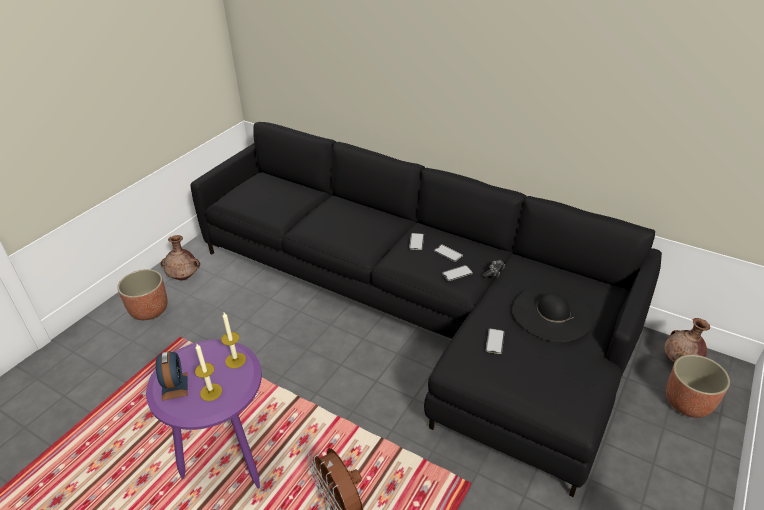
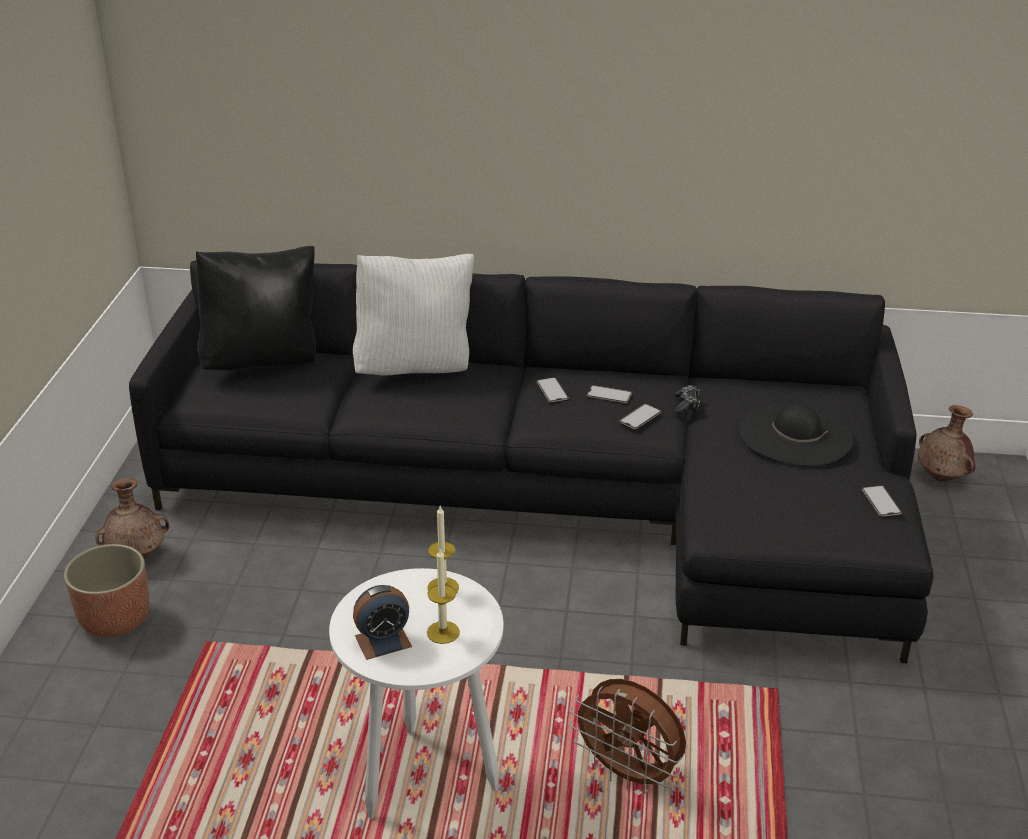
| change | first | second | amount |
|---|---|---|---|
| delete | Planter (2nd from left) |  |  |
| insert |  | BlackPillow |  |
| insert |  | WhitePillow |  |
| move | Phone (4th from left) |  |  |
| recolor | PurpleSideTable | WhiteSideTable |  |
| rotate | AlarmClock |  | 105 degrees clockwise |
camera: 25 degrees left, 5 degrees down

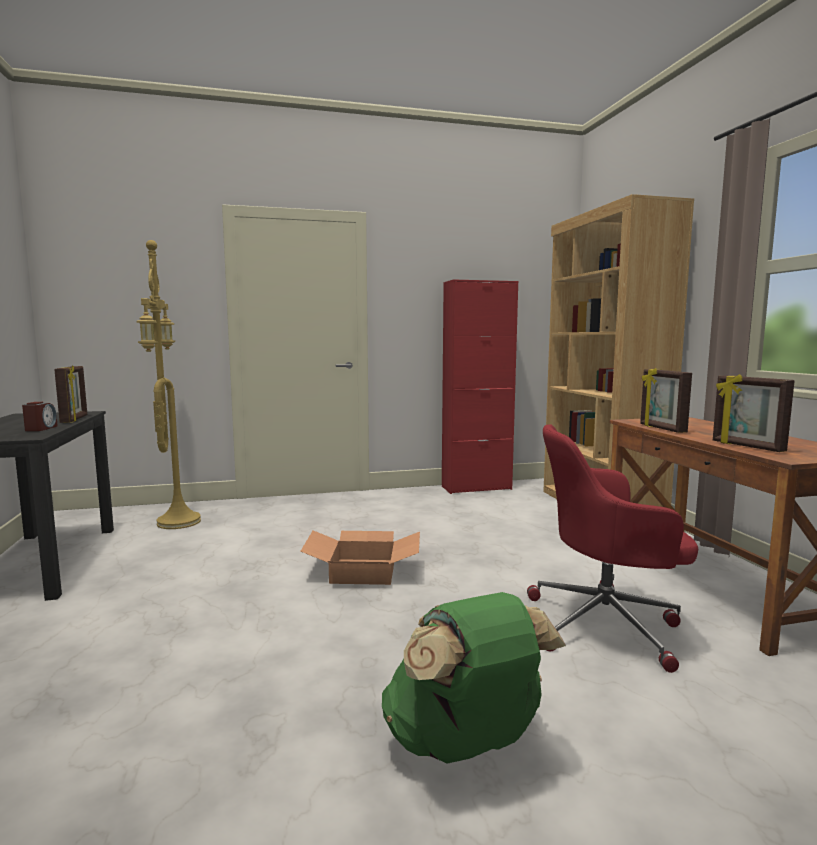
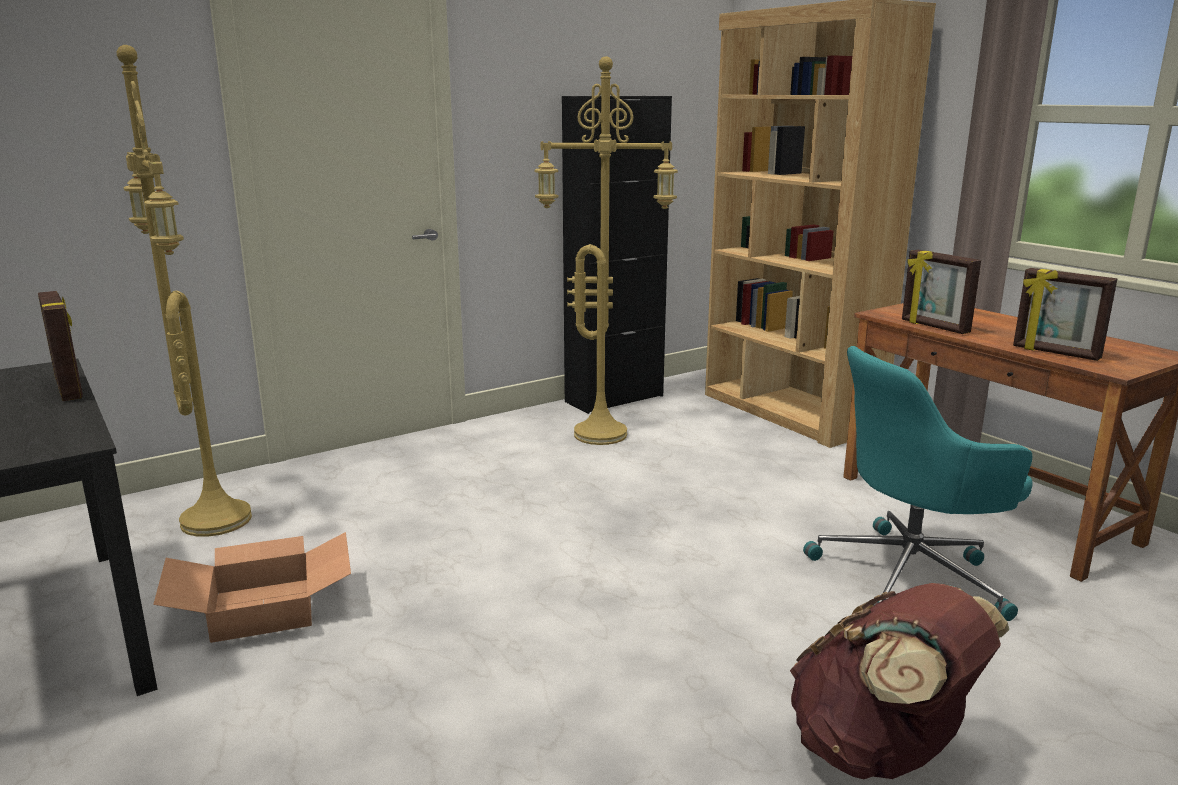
| change | first | second | amount |
|---|---|---|---|
| delete | AlarmClock |  |  |
| insert |  | YellowFloorLamp (2nd from left) |  |
| move | CardboardBox |  |  |
| recolor | GreenBackpack | BrownBackpack |  |
| recolor | RedCabinet | BlackCabinet |  |
| recolor | RedOfficeChair | TurquoiseOfficeChair |  |
camera: 20 degrees left, 10 degrees up

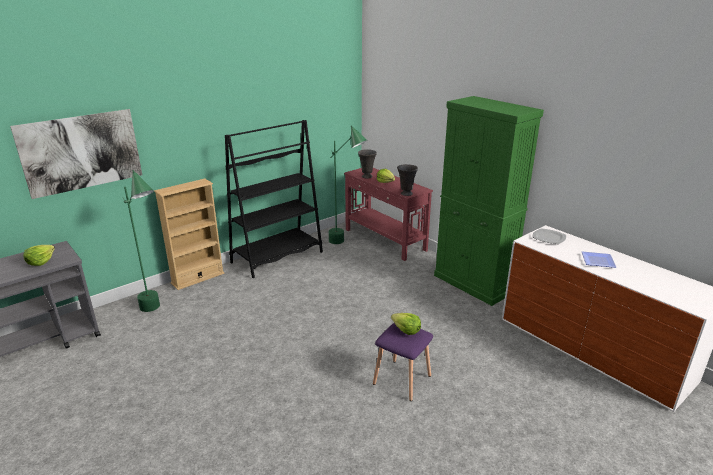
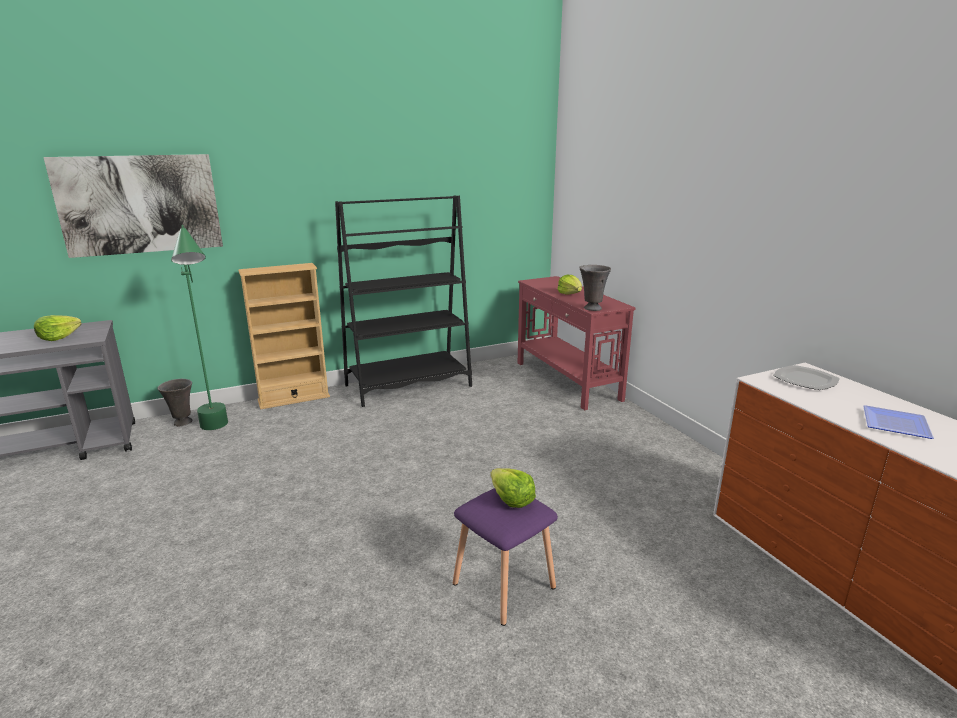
| change | first | second | amount |
|---|---|---|---|
| delete | GreenFloorLamp (2nd from left) |  |  |
| delete | GreenCabinet |  |  |
| move | GreyVase (1st from left) |  |  |
camera: 15 degrees right, 5 degrees down

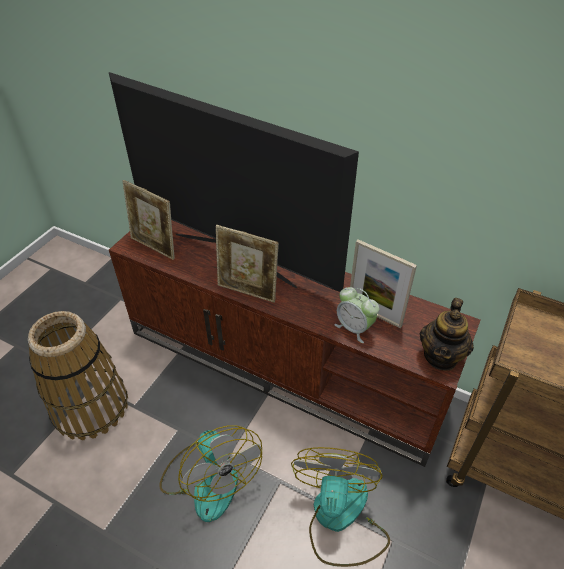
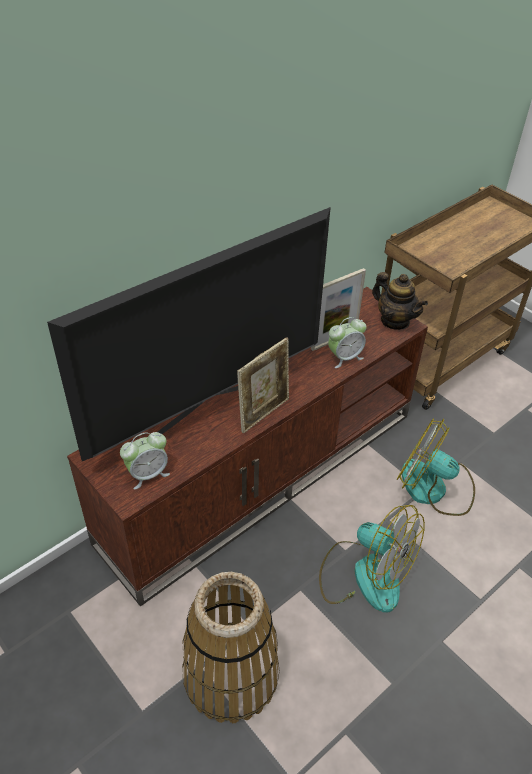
| change | first | second | amount |
|---|---|---|---|
| replace | PictureFrame (1st from left) | AlarmClock (1st from left) |  |
| rotate | Fan (1st from left) |  | 45 degrees clockwise |
camera: 70 degrees left, 0 degrees up

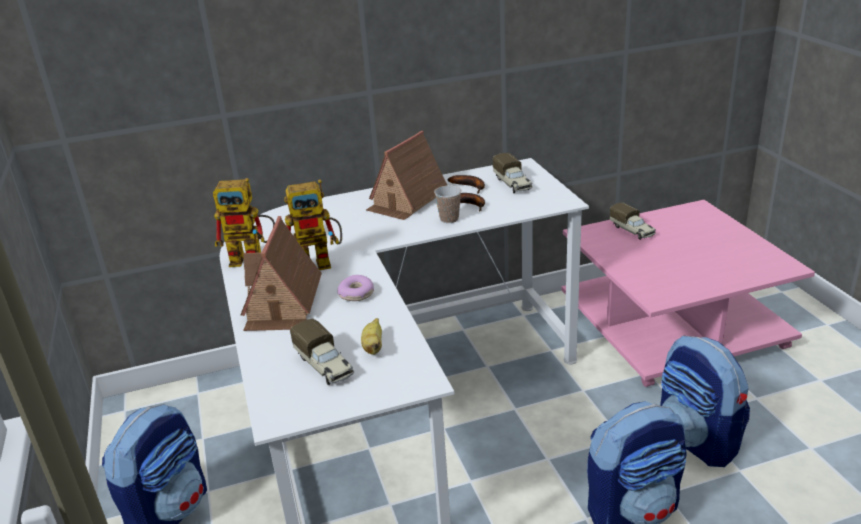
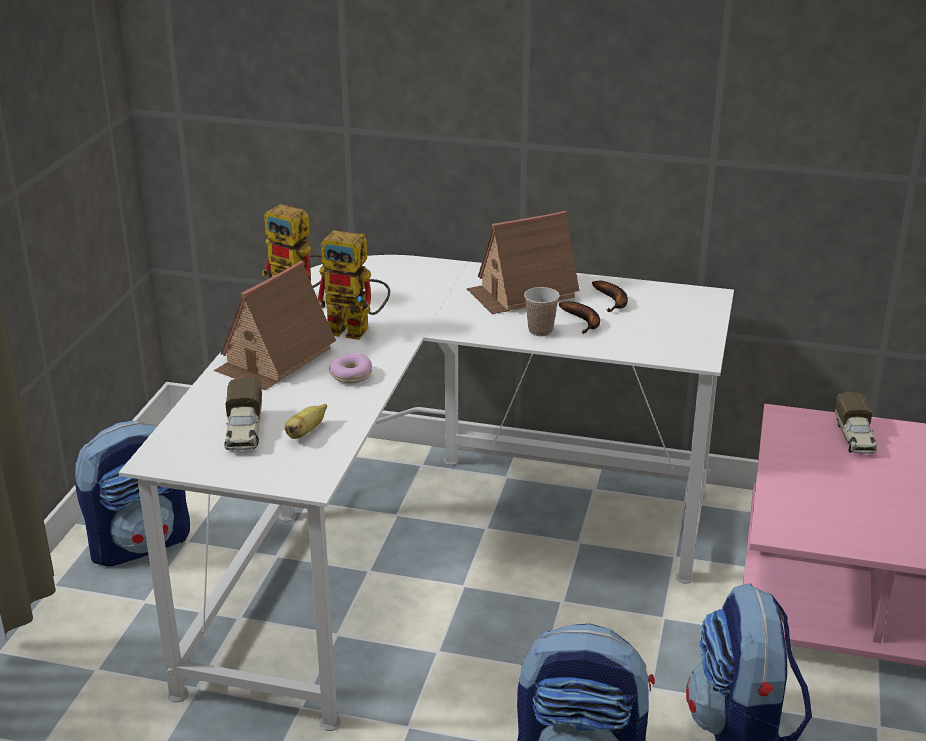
| change | first | second | amount |
|---|---|---|---|
| delete | ToyTruck (2nd from left) |  |  |
camera: 30 degrees right, 0 degrees up

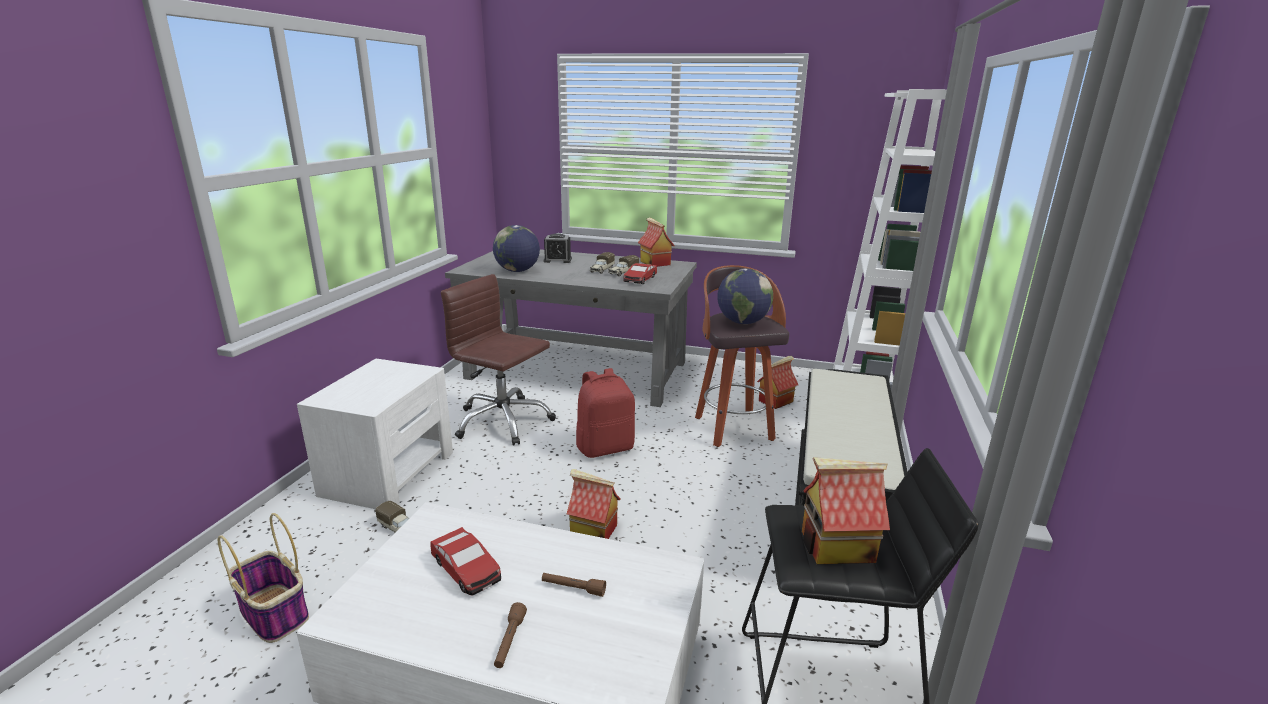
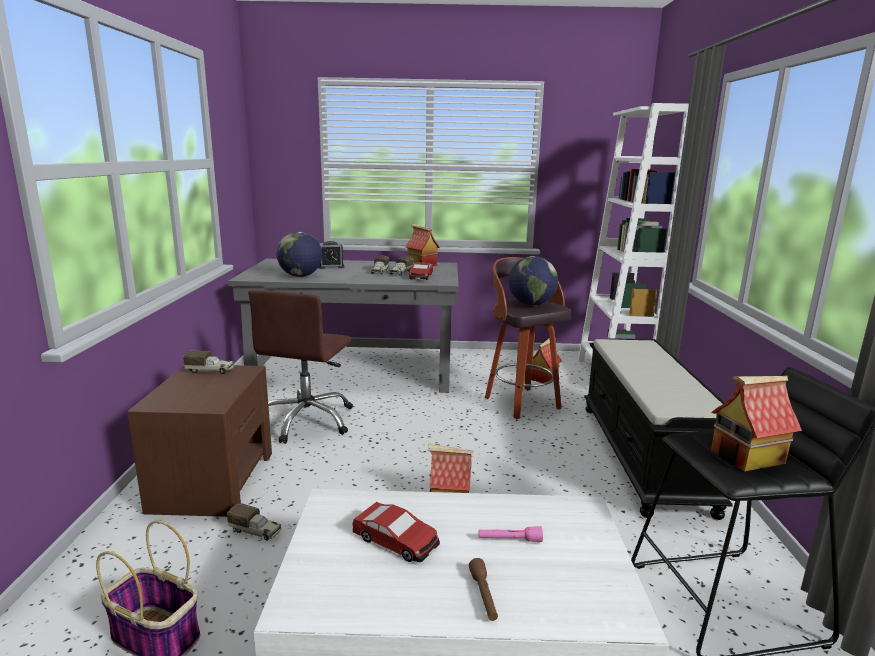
| change | first | second | amount |
|---|---|---|---|
| delete | RedBackpack |  |  |
| insert |  | ToyTruck (1st from left) |  |
| recolor | WhiteNightstand | BrownNightstand |  |
| recolor | BrownFlashlight (2nd from left) | PinkFlashlight |  |
| rotate | BrownOfficeChair |  | 90 degrees counterclockwise |
camera: 15 degrees left, 5 degrees down

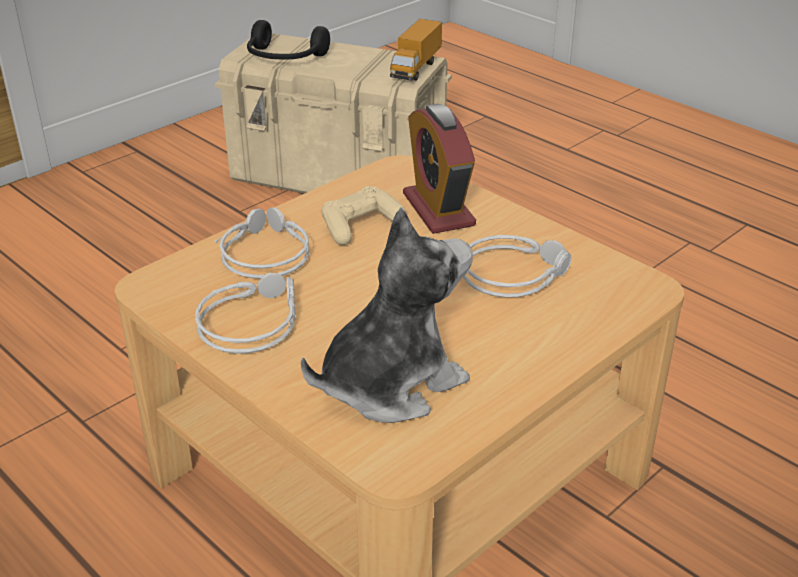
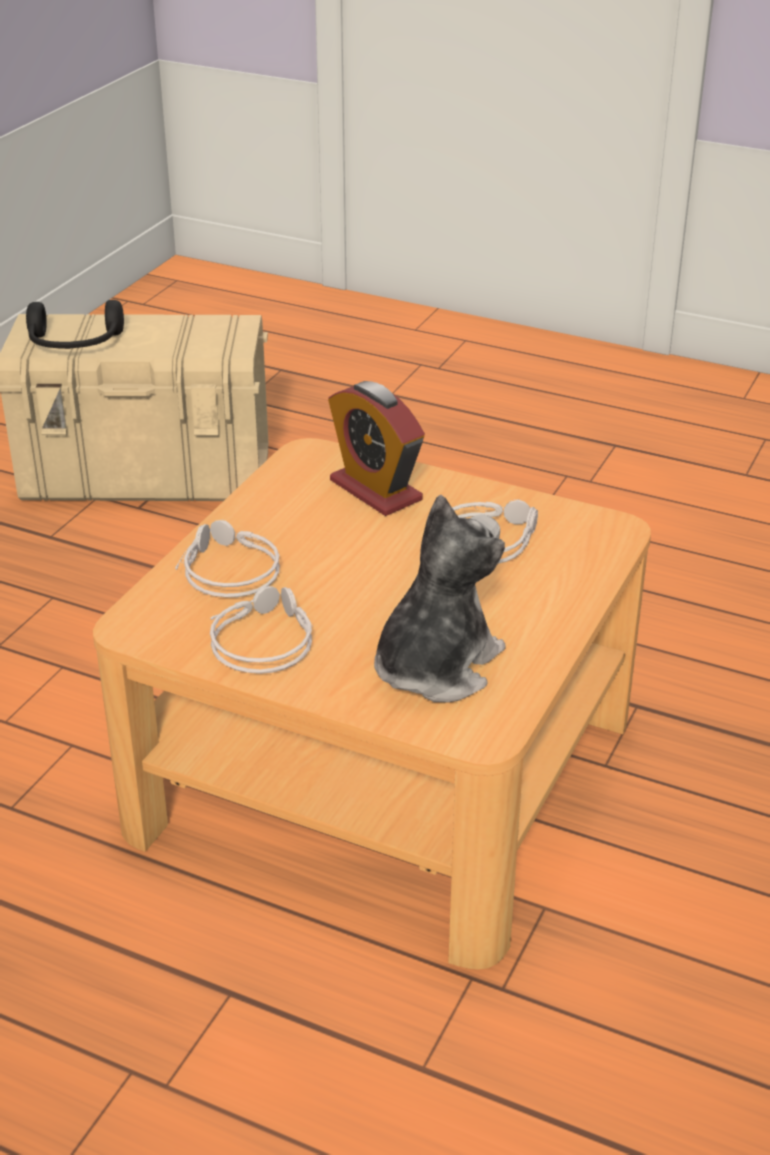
| change | first | second | amount |
|---|---|---|---|
| delete | BeigeGameController |  |  |
| delete | ToyTruck |  |  |
camera: 20 degrees left, 0 degrees up

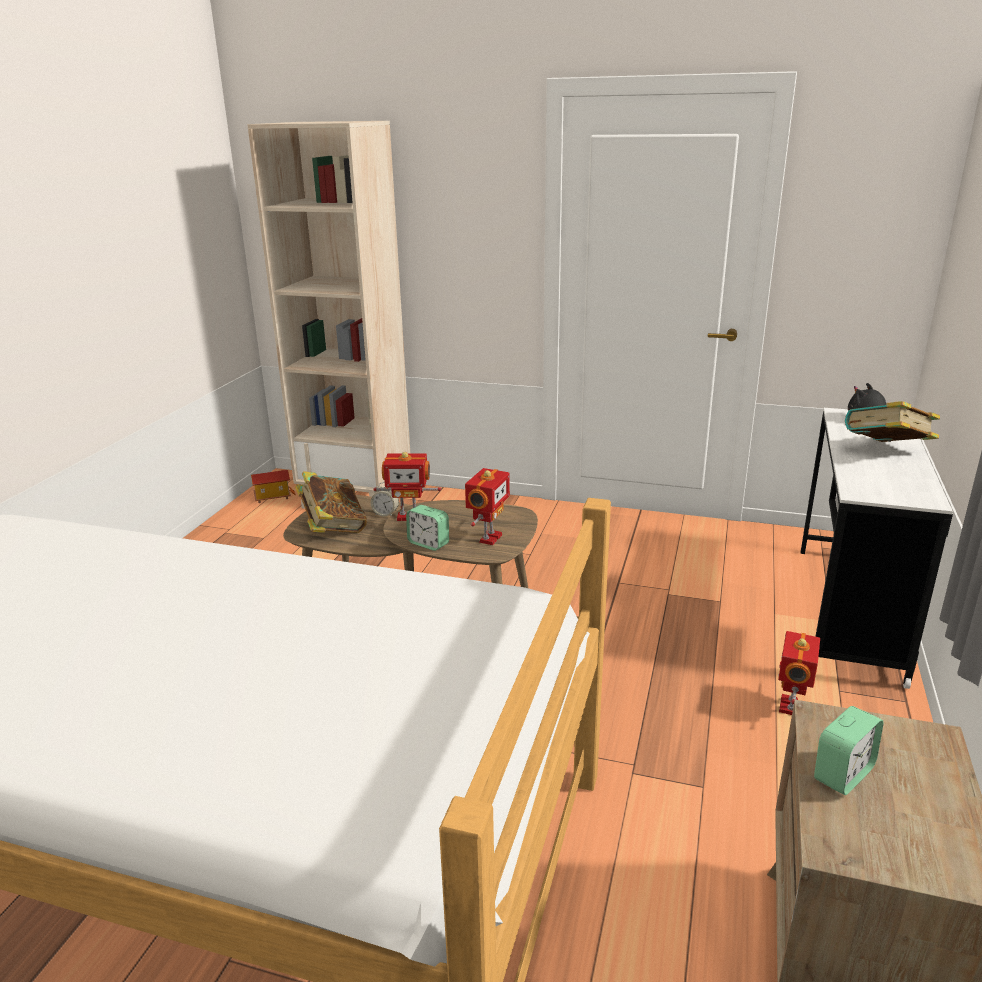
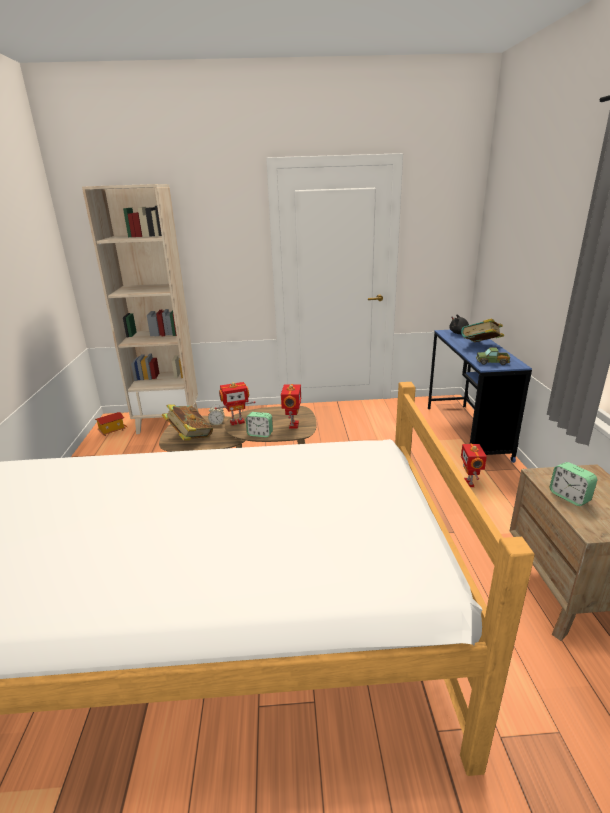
| change | first | second | amount |
|---|---|---|---|
| insert |  | ToyTruck |  |
| recolor | WhiteDesk | BlueDesk |  |
| rotate | AlarmClock (3rd from left) |  | 120 degrees clockwise |
camera: 20 degrees left, 0 degrees up

